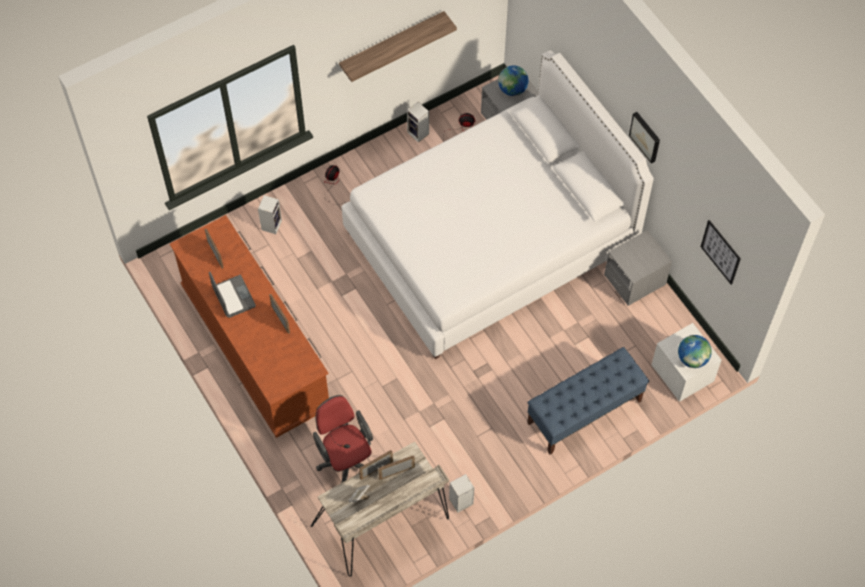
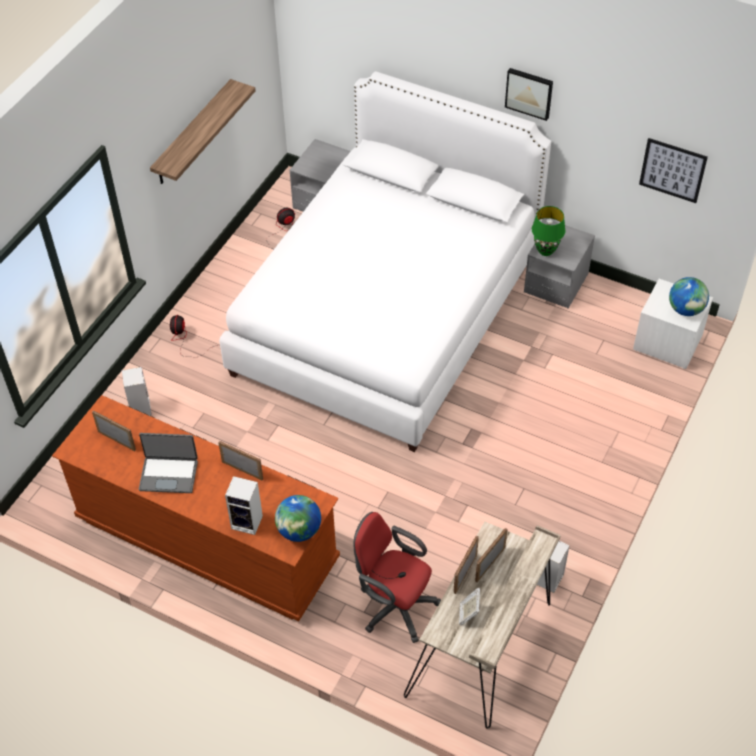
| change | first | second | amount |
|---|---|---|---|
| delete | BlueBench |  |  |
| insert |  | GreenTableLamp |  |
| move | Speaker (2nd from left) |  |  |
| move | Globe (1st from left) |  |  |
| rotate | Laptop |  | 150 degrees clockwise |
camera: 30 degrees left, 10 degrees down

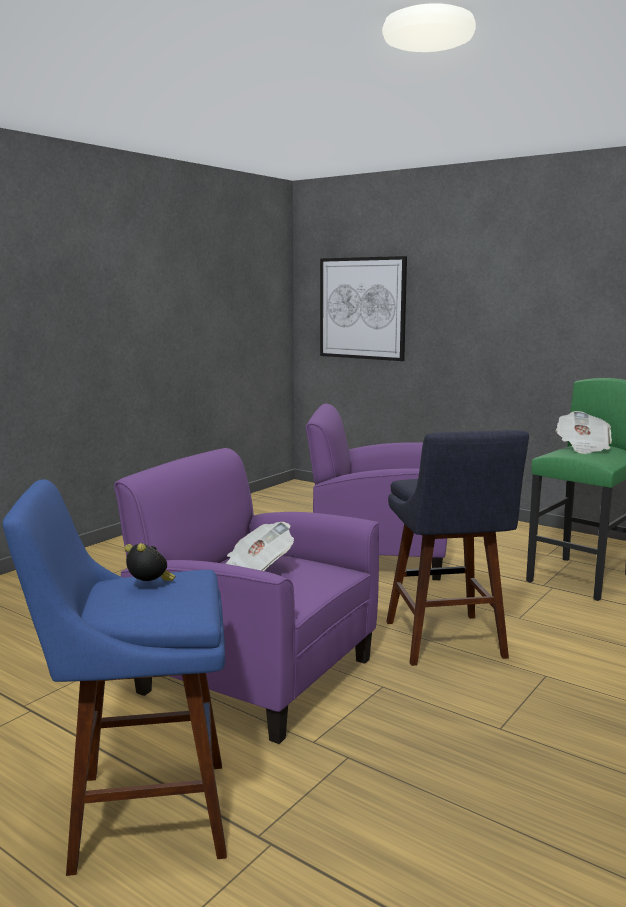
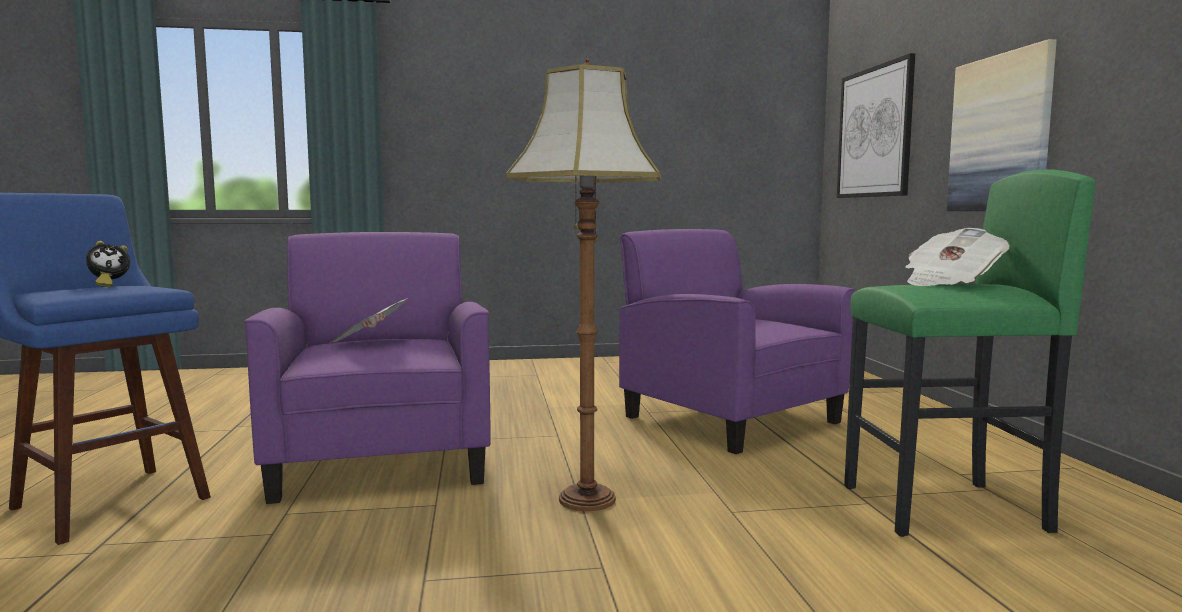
| change | first | second | amount |
|---|---|---|---|
| insert |  | Picture (2nd from left) |  |
| replace | BlueStool (2nd from left) | FloorLamp |  |
| rotate | AlarmClock |  | 60 degrees clockwise |
camera: 45 degrees right, 5 degrees down

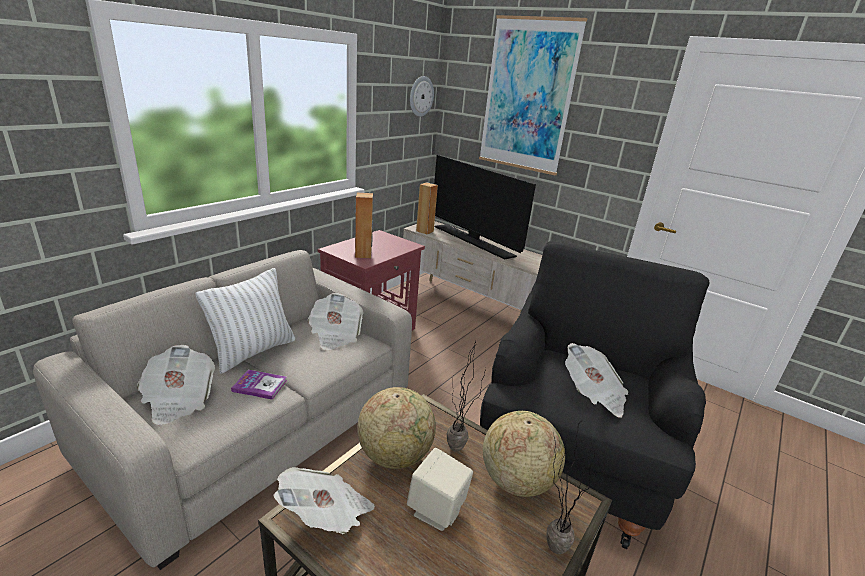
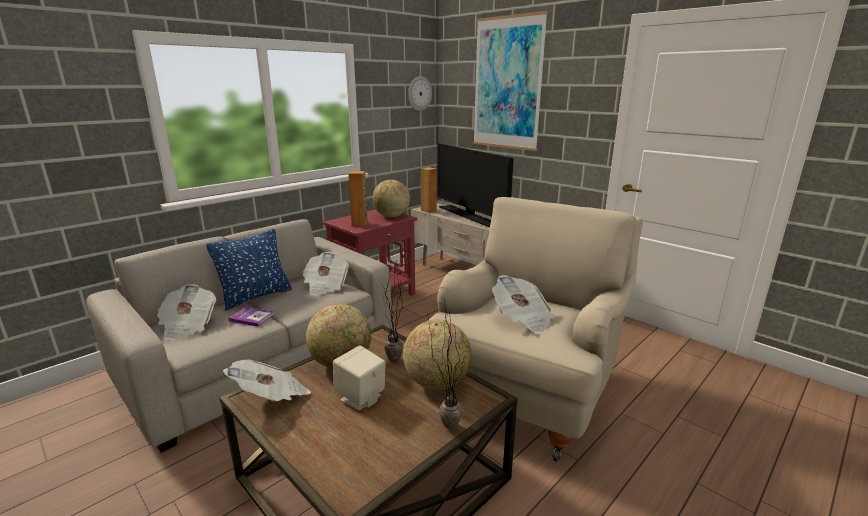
| change | first | second | amount |
|---|---|---|---|
| insert |  | Globe (2nd from left) |  |
| recolor | WhitePillow | BluePillow |  |
| recolor | BlackArmchair | BeigeArmchair |  |
camera: 10 degrees right, 5 degrees down

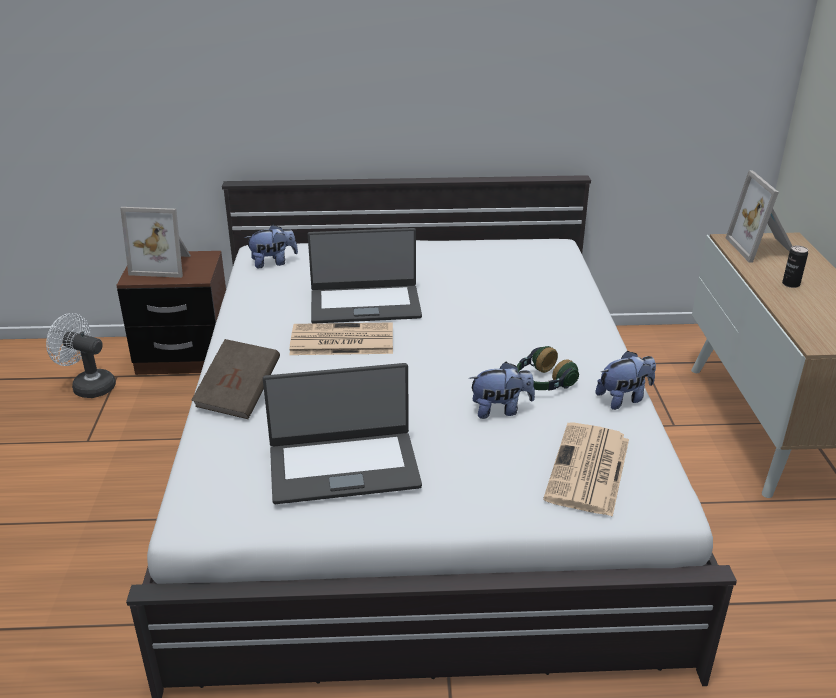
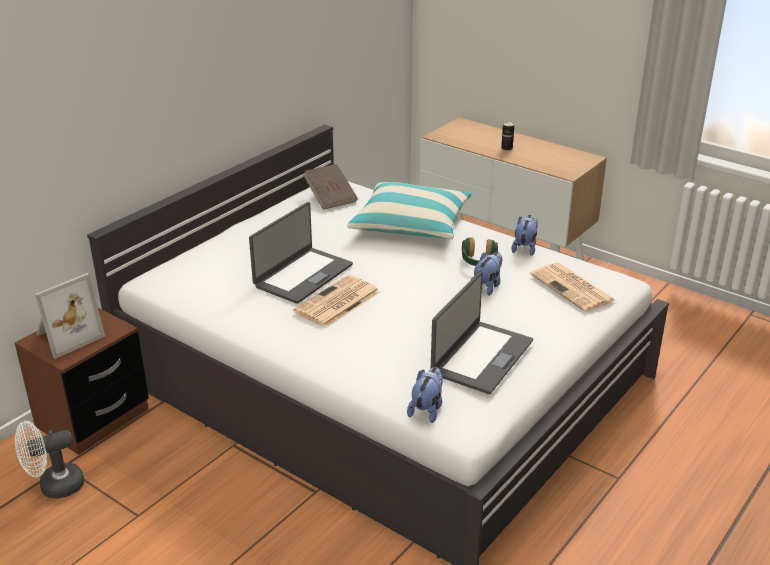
| change | first | second | amount |
|---|---|---|---|
| delete | PictureFrame (2nd from left) |  |  |
| insert |  | Pillow |  |
| move | BrownBook |  |  |
| move | PlushToy (1st from left) |  |  |
camera: 50 degrees left, 0 degrees up

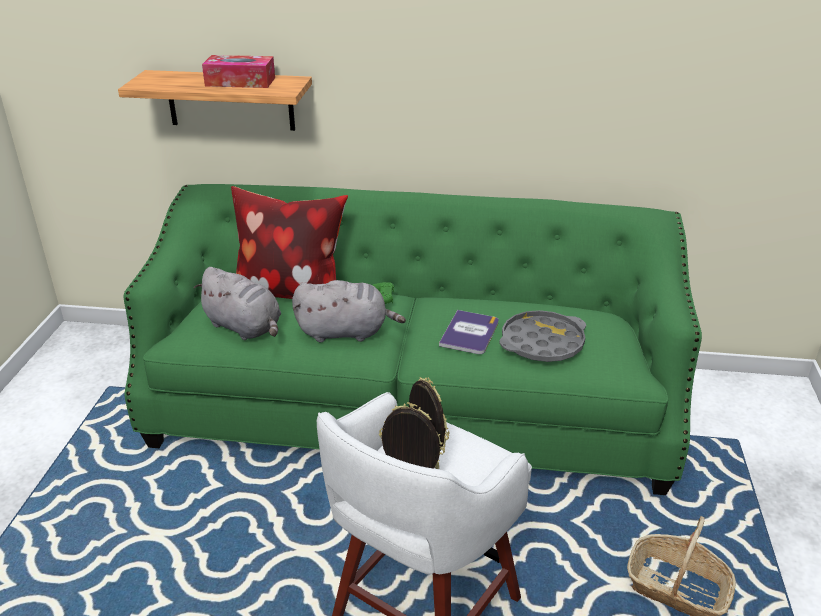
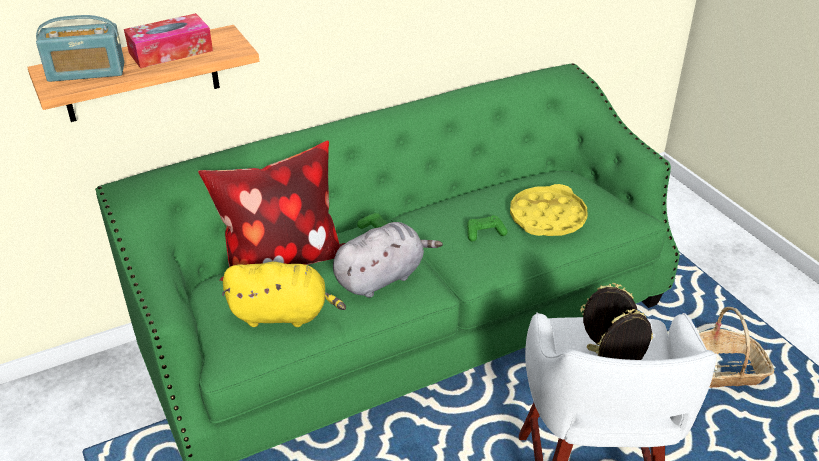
| change | first | second | amount |
|---|---|---|---|
| insert |  | Radio |  |
| replace | Book | GreenGameController (2nd from left) |  |
| recolor | GreyPlushToy (1st from left) | YellowPlushToy |  |
| recolor | GreyTray | YellowTray |  |
camera: 35 degrees left, 5 degrees up

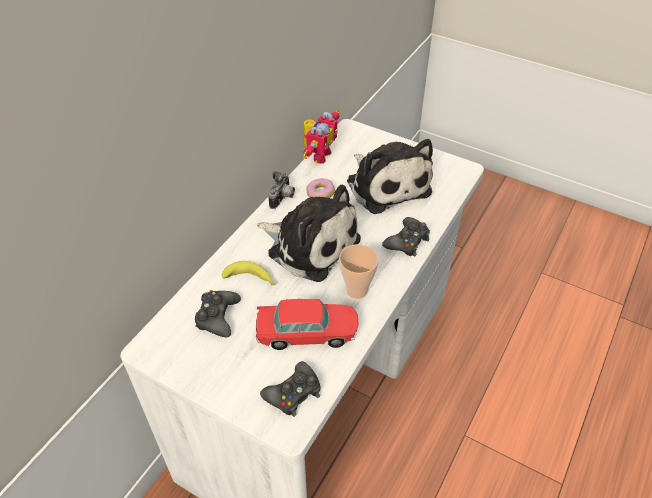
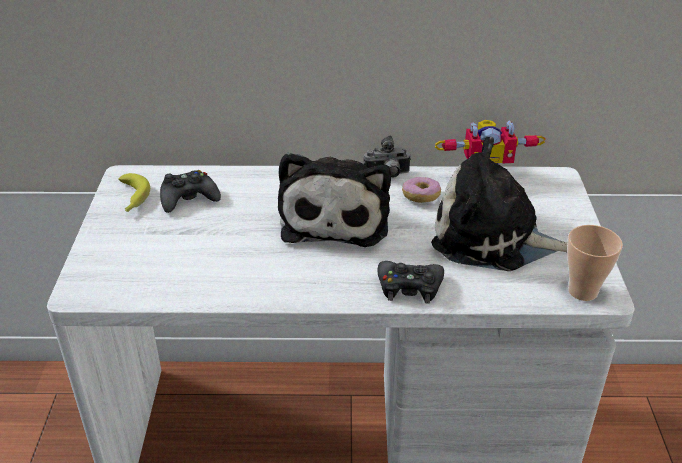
| change | first | second | amount |
|---|---|---|---|
| delete | ToyCar |  |  |
| delete | BlackGameController (2nd from left) |  |  |
| move | Banana |  |  |
| move | Cup |  |  |
| rotate | PlushToy (2nd from left) |  | 75 degrees clockwise |
camera: 60 degrees right, 10 degrees down

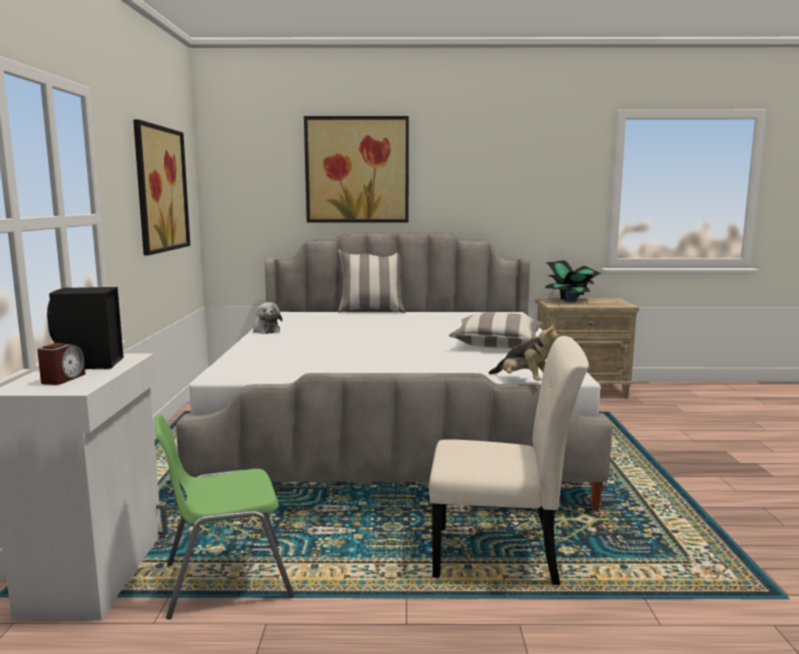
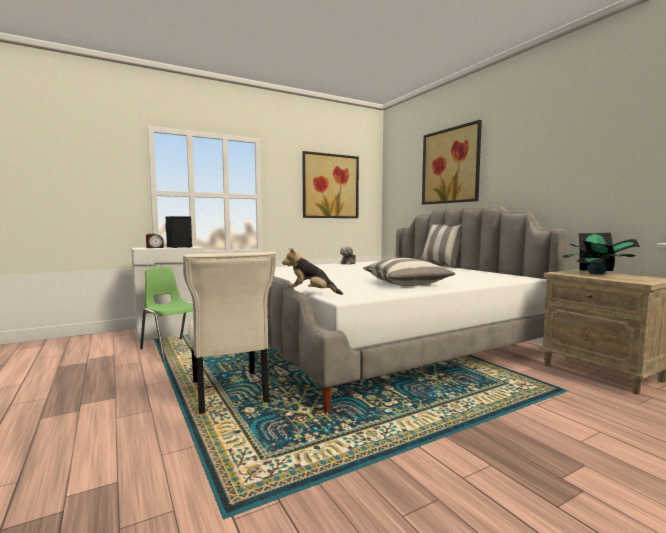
| change | first | second | amount |
|---|---|---|---|
| rotate | PlushToy (2nd from left in the first image) | PlushToy (1st from left) | 90 degrees clockwise |
camera: 60 degrees right, 5 degrees down

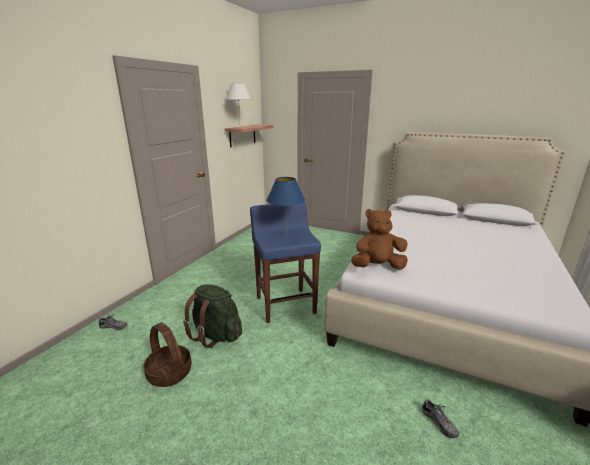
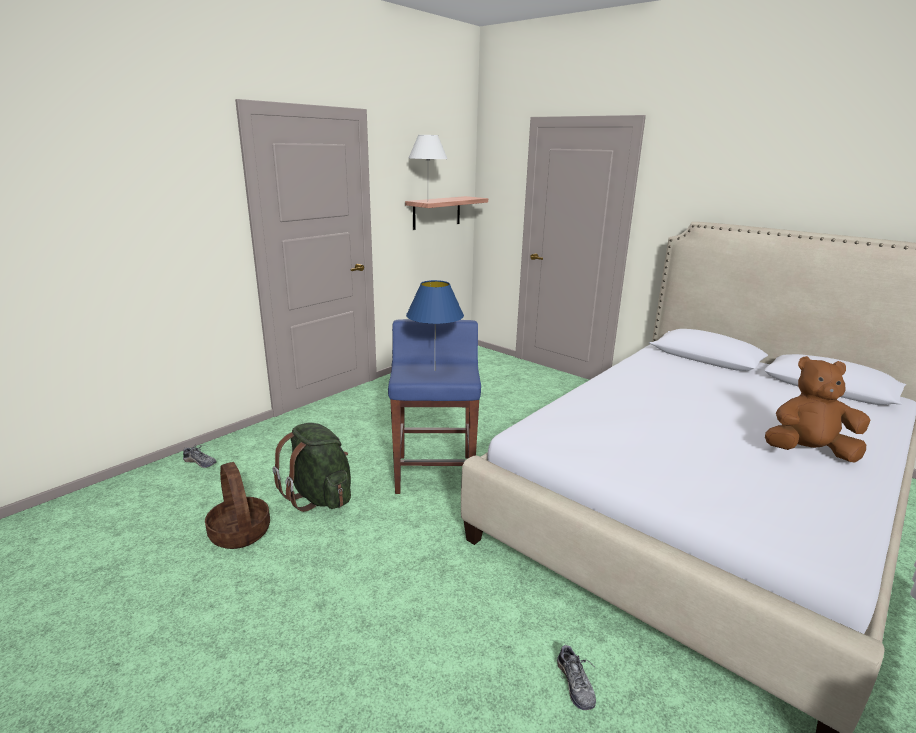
| change | first | second | amount |
|---|---|---|---|
| move | BrownPlushToy |  |  |
camera: 15 degrees right, 0 degrees up

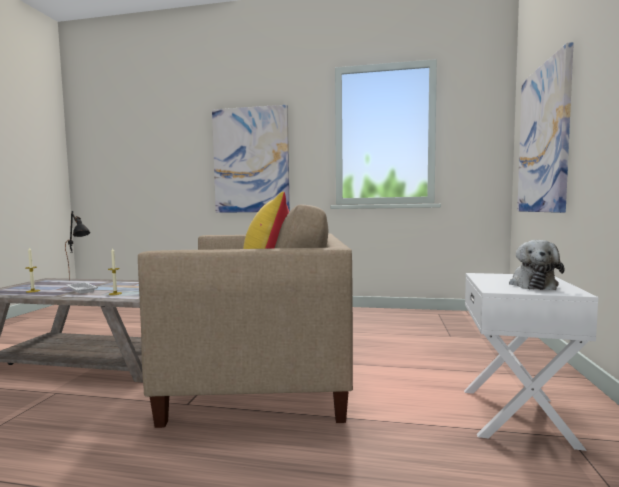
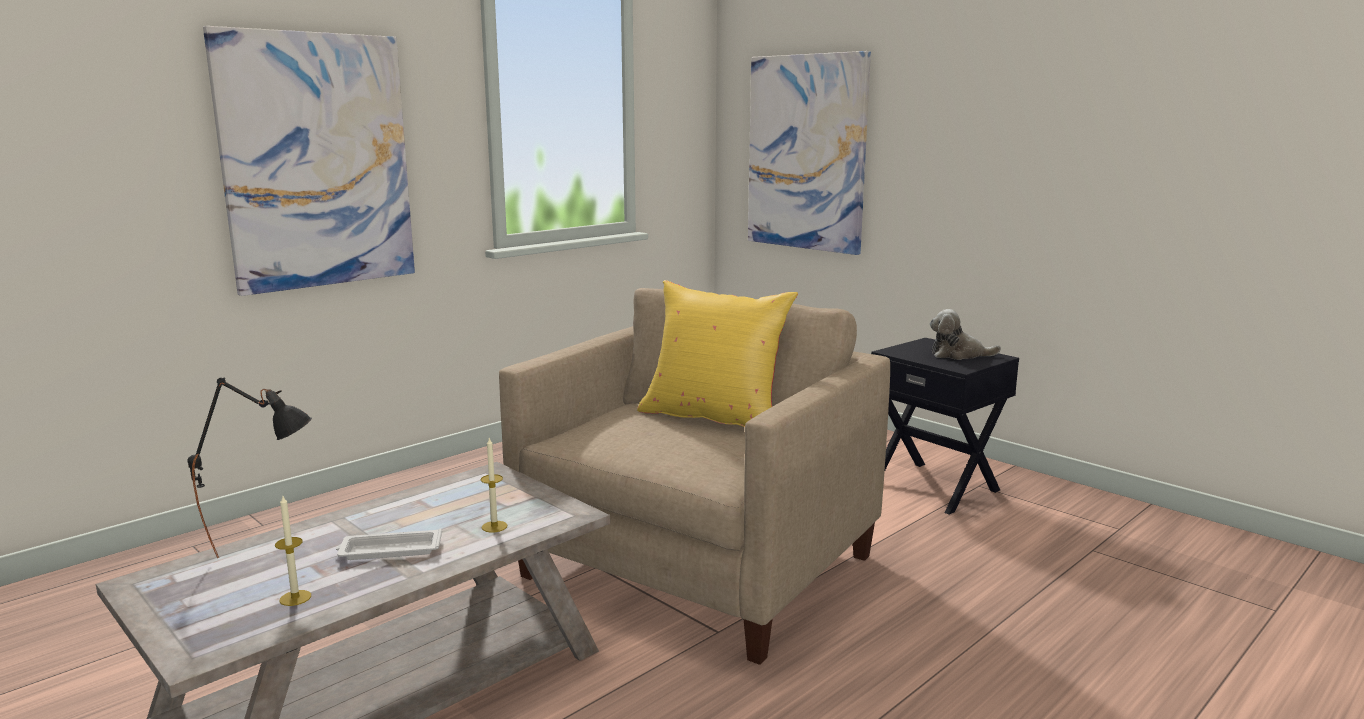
| change | first | second | amount |
|---|---|---|---|
| recolor | WhiteSideTable | BlackSideTable |  |
| rotate | PlushToy |  | 135 degrees clockwise |
camera: 55 degrees left, 10 degrees up

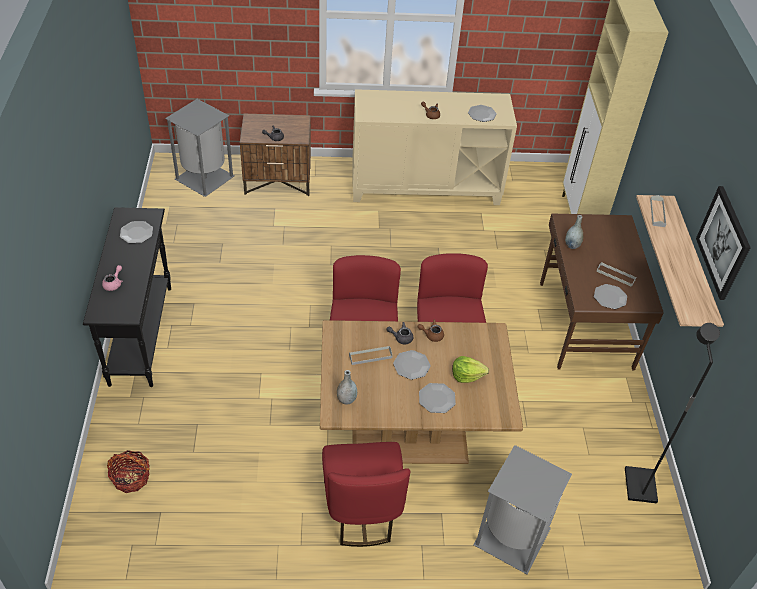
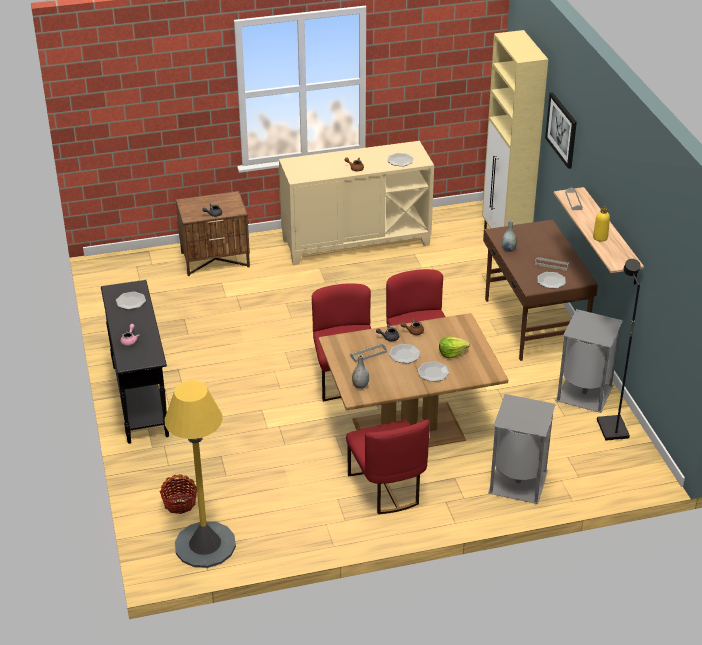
| change | first | second | amount |
|---|---|---|---|
| insert |  | YellowFloorLamp |  |
| insert |  | YellowBottle |  |
| move | GreyTrashCan (1st from left in the first image) | GreyTrashCan (2nd from left) |  |
| move | Picture |  |  |
camera: 10 degrees left, 10 degrees down

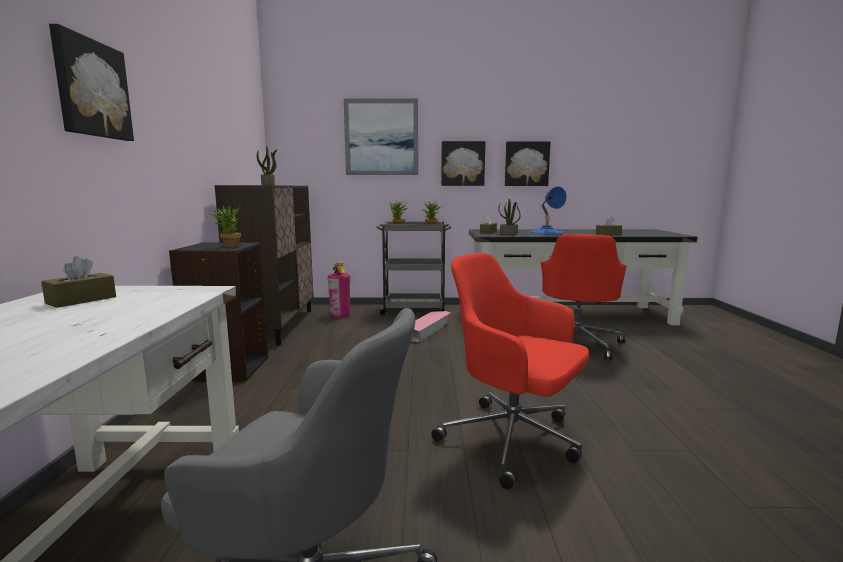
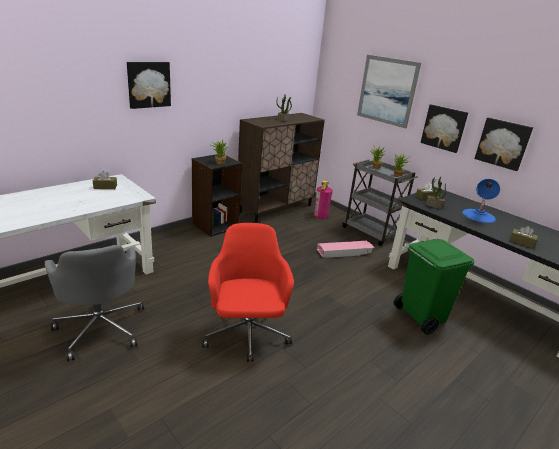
| change | first | second | amount |
|---|---|---|---|
| replace | RedOfficeChair (2nd from left) | GreenTrashCan |  |
camera: 45 degrees right, 15 degrees up

